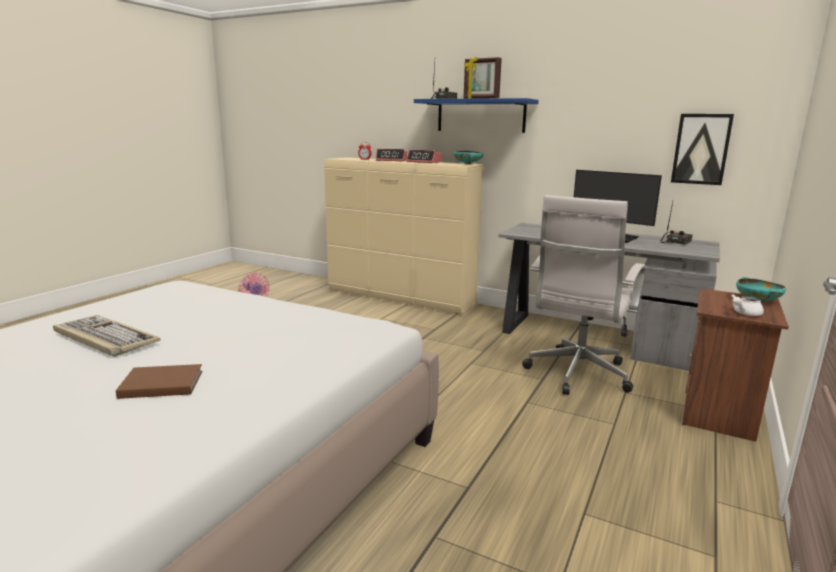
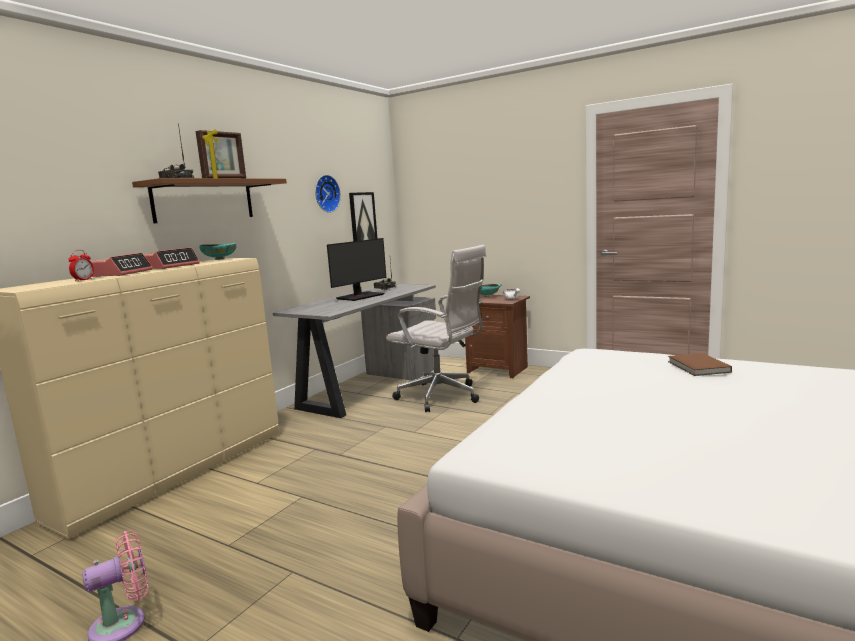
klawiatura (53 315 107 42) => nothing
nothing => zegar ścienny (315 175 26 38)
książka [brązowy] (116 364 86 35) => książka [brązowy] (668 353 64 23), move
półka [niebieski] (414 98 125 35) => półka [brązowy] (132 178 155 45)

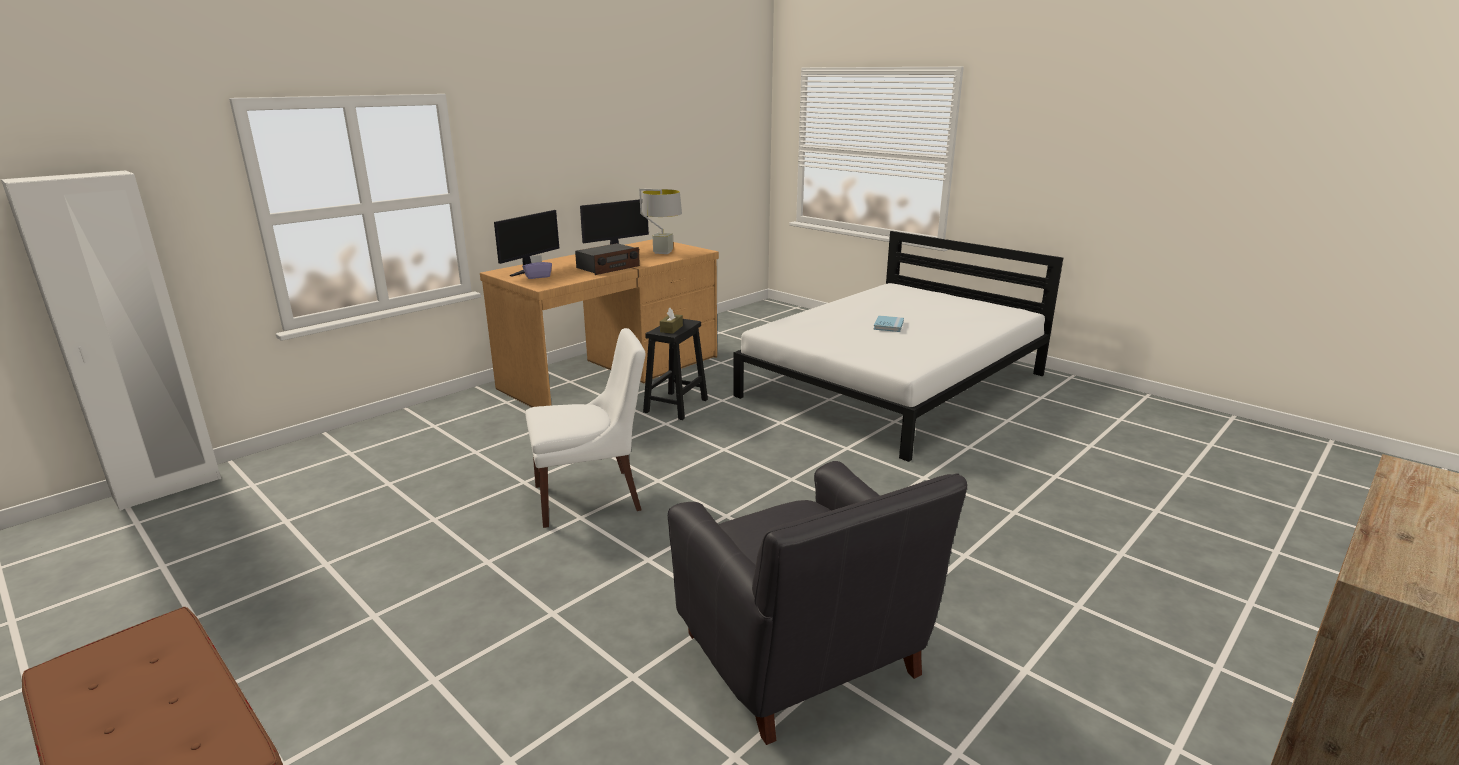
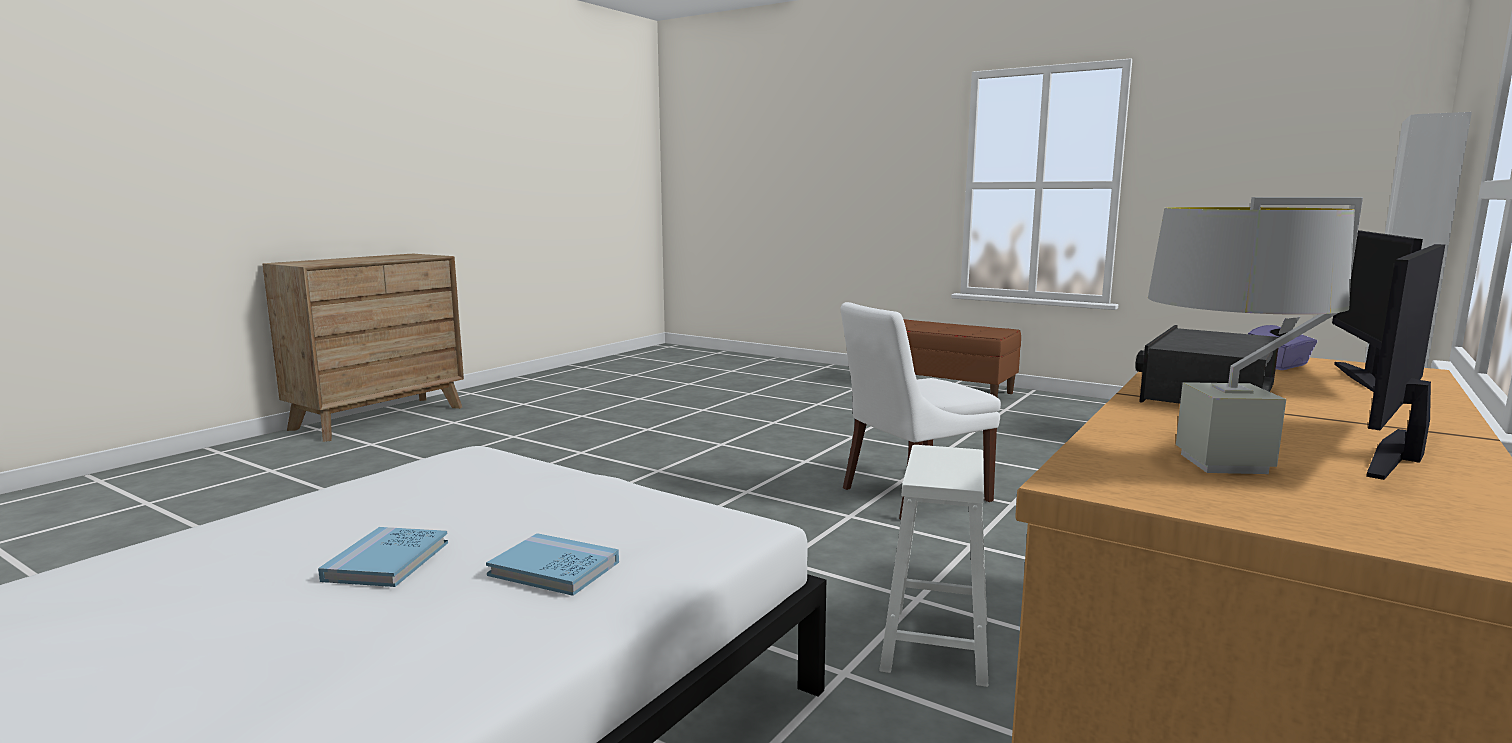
pudełko chusteczek [brązowy] (660 308 23 26) => nothing
fotel [czarny] (668 461 299 284) => nothing
nothing => książka [niebieski] (486 533 133 63)
stołek [czarny] (643 319 65 101) => stołek [biały] (879 445 109 242)

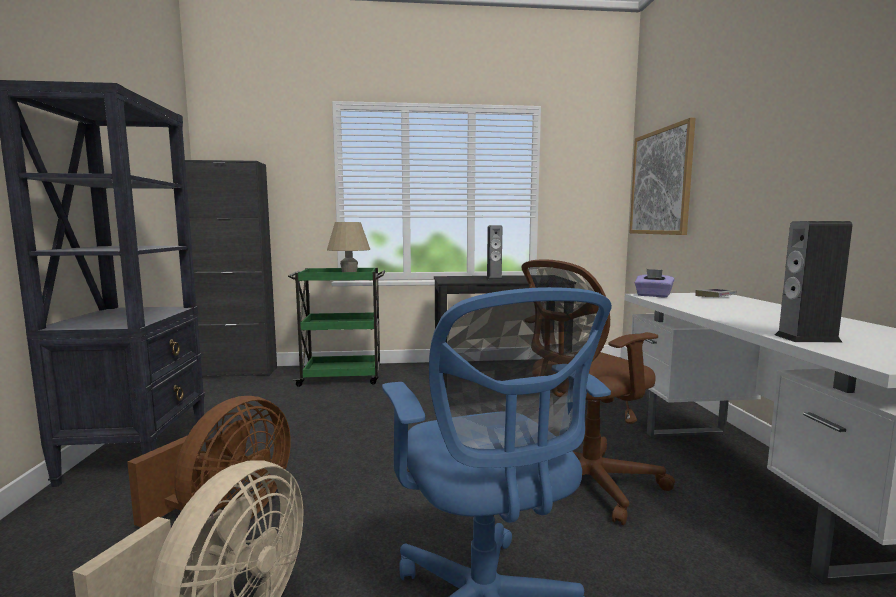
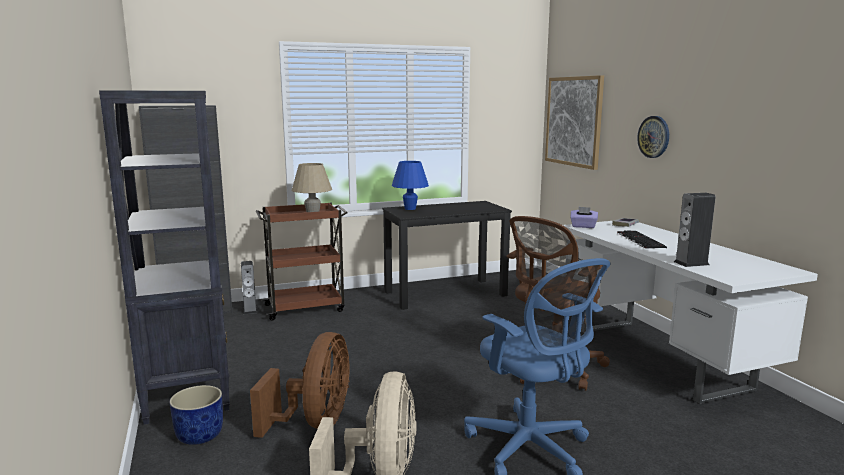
nothing => donica [niebieski] (169 385 54 60)
nothing => lampa stołowa [niebieski] (392 161 37 49)
nothing => klawiatura (617 231 50 18)
nothing => zegar ścienny (637 116 32 42)
głośnik (486 225 17 55) => głośnik (241 261 16 53), move
wózek [zielony] (288 268 97 119) => wózek [brązowy] (256 203 91 117)

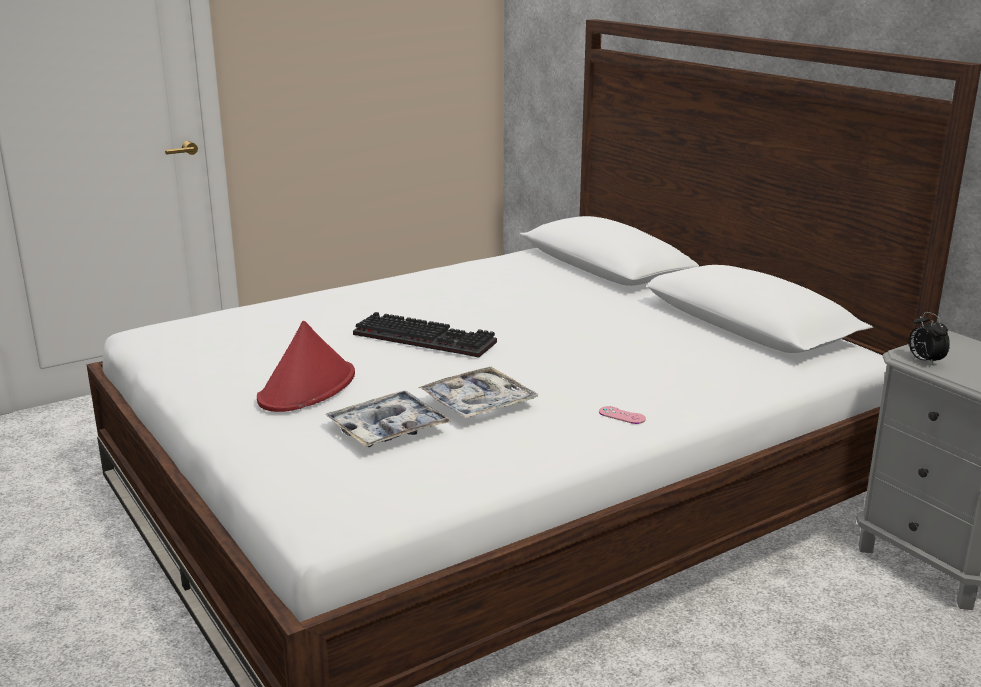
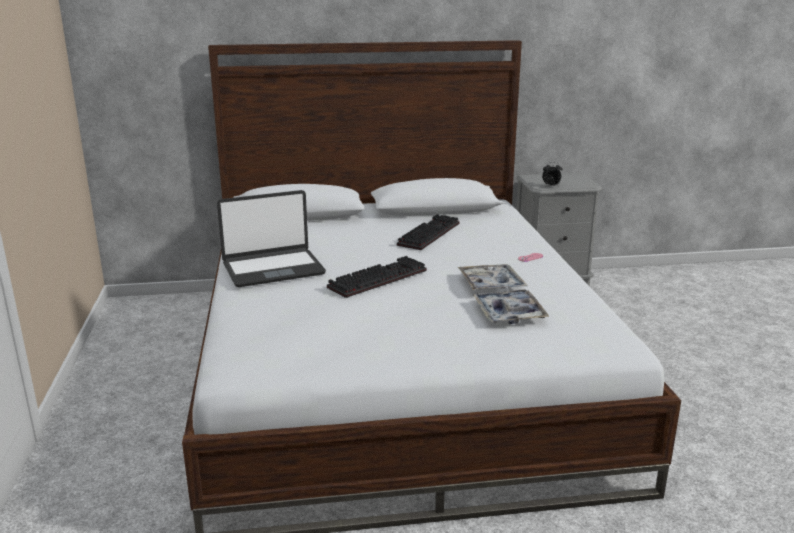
kapelusz [czerwony] (257 321 98 91) => nothing
nothing => laptop (217 190 109 97)
nothing => klawiatura (397 214 63 36)

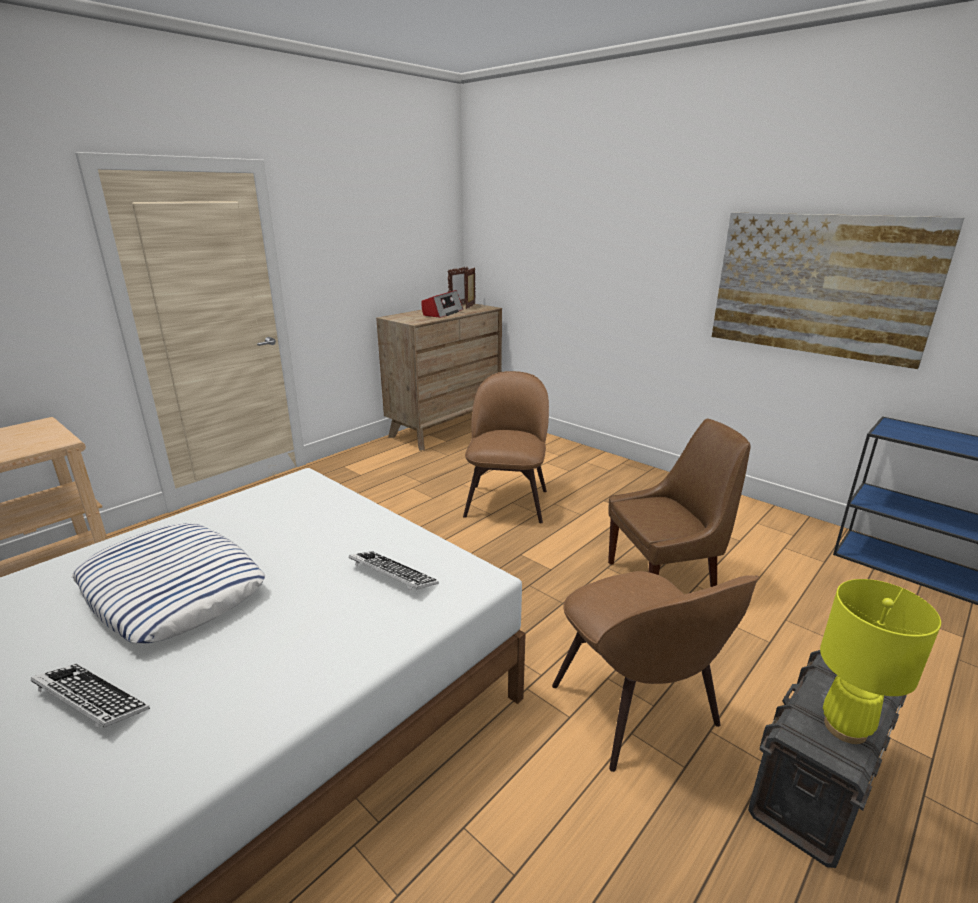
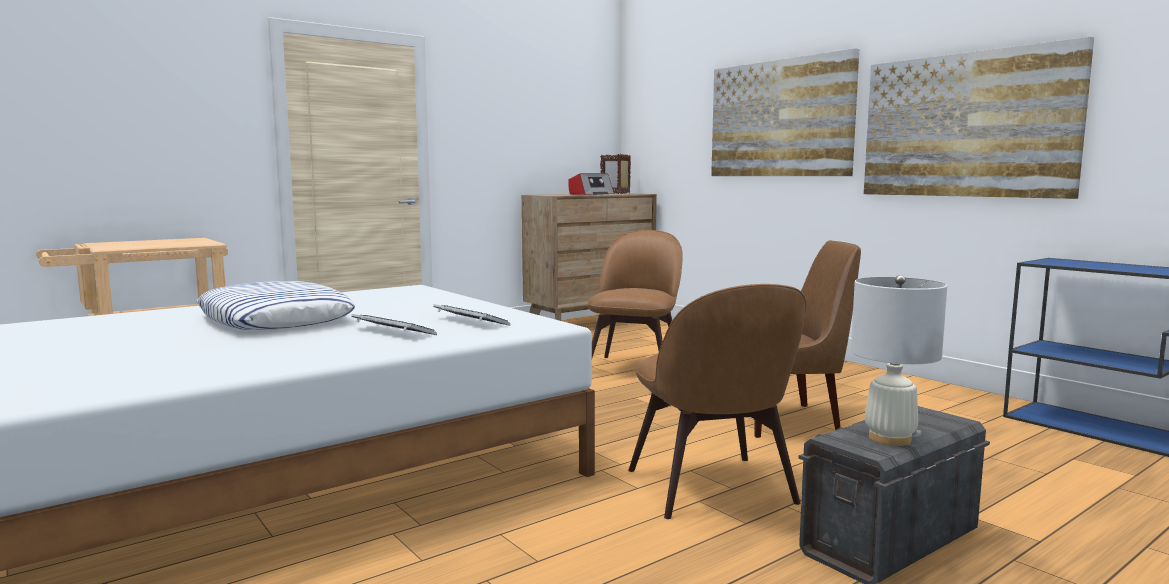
nothing => obraz (711 48 148 128)
klawiatura (31 664 119 64) => klawiatura (351 314 86 21), move
lampa stołowa [żółty] (820 579 121 165) => lampa stołowa [biały] (851 275 96 171)

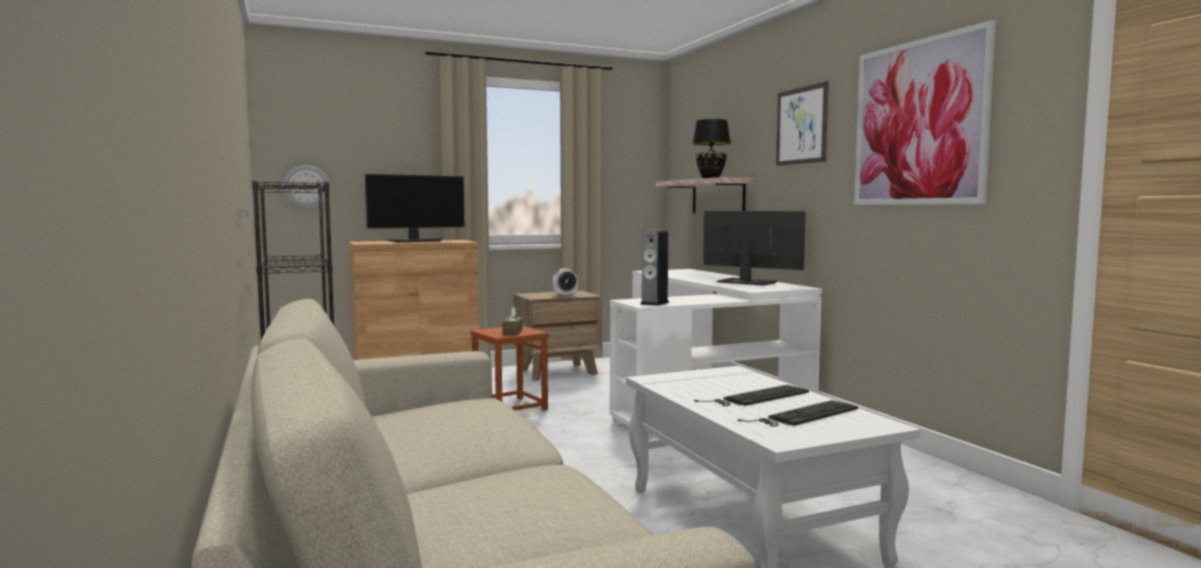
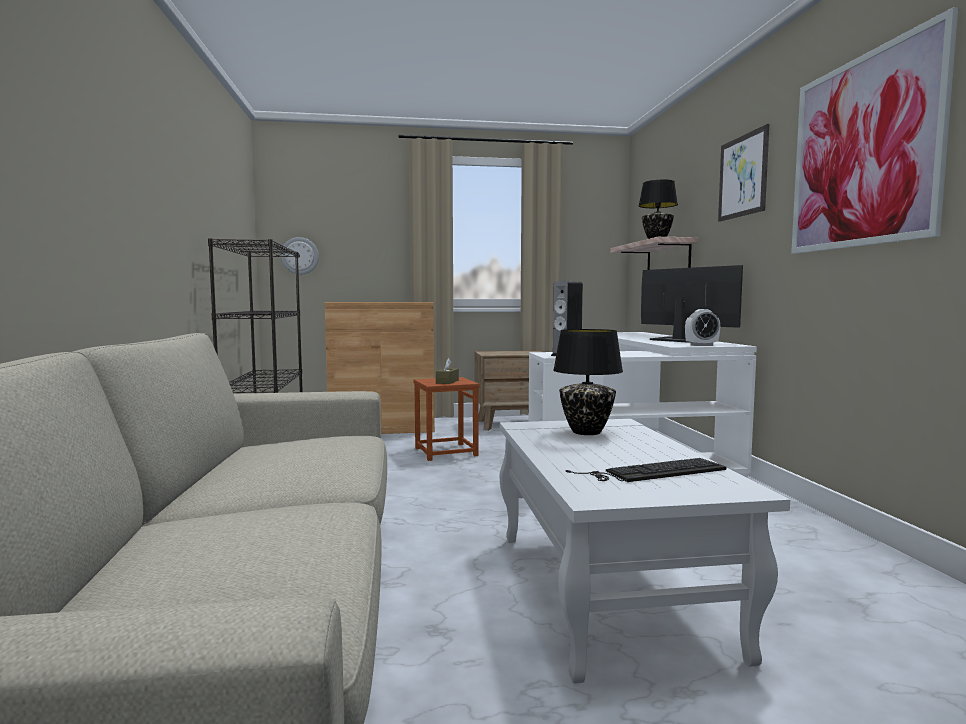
monitor (365 174 100 68) => nothing
klawiatura (694 385 115 21) => nothing
nothing => lampa stołowa [czarny] (553 329 70 106)
budzik (552 268 26 29) => budzik (685 309 35 37), move

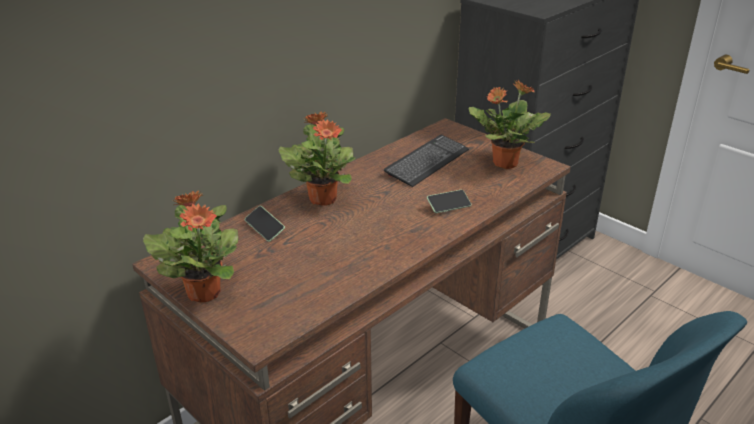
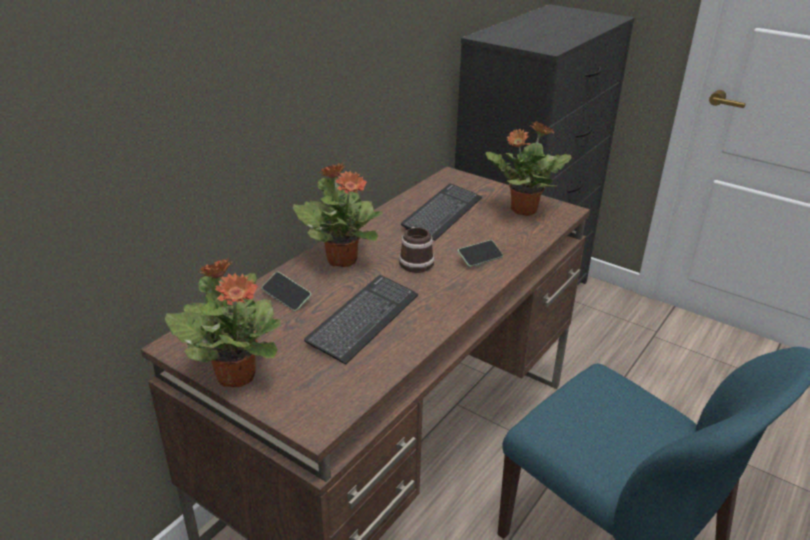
nothing => klawiatura (304 275 114 90)
nothing => kubek (399 227 36 46)

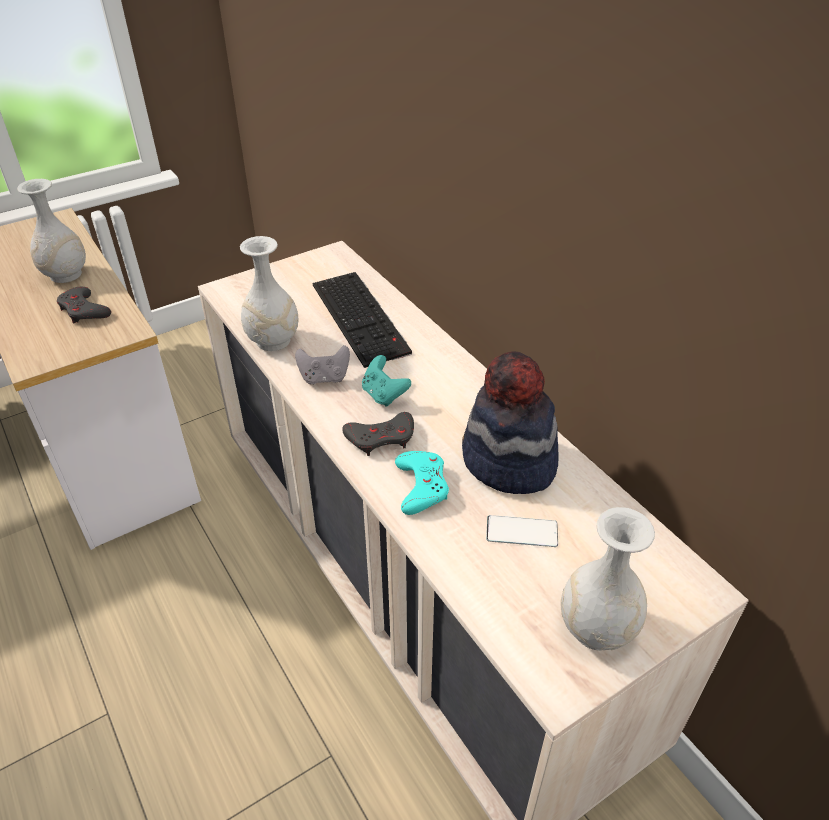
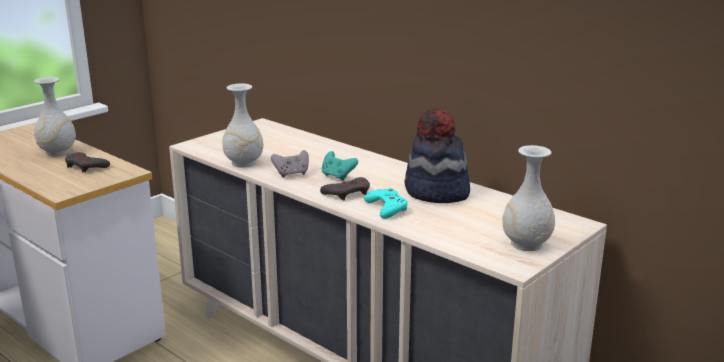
klawiatura (312 272 100 96) => nothing
telefon (486 515 72 32) => nothing

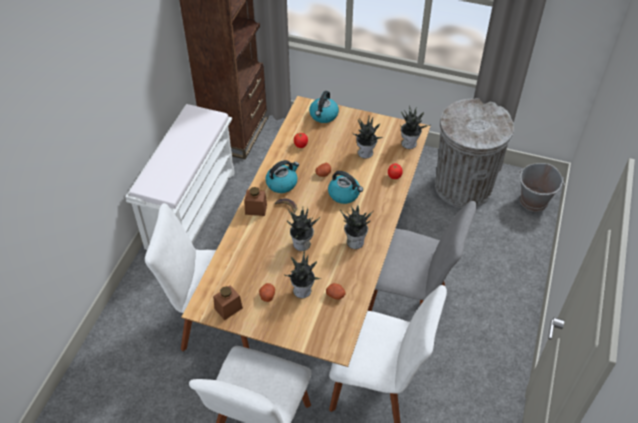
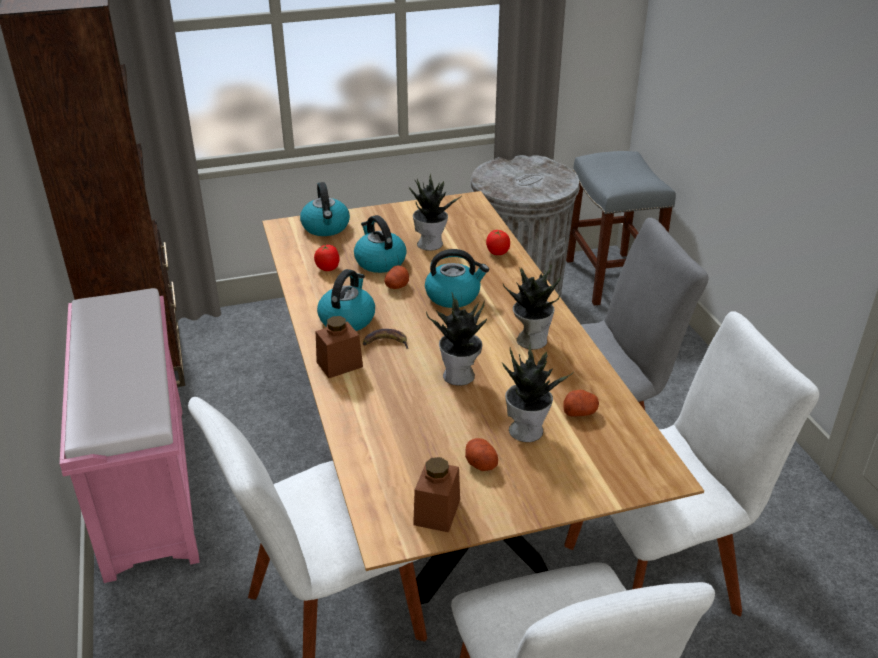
roślina doniczkowa (400 105 30 44) => nothing
nothing => czajnik (354 215 53 58)
wiadro [szary] (519 163 46 49) => stołek [szary] (566 151 110 155)
ławka [biały] (125 104 110 146) => ławka [różowy] (60 288 140 295)

